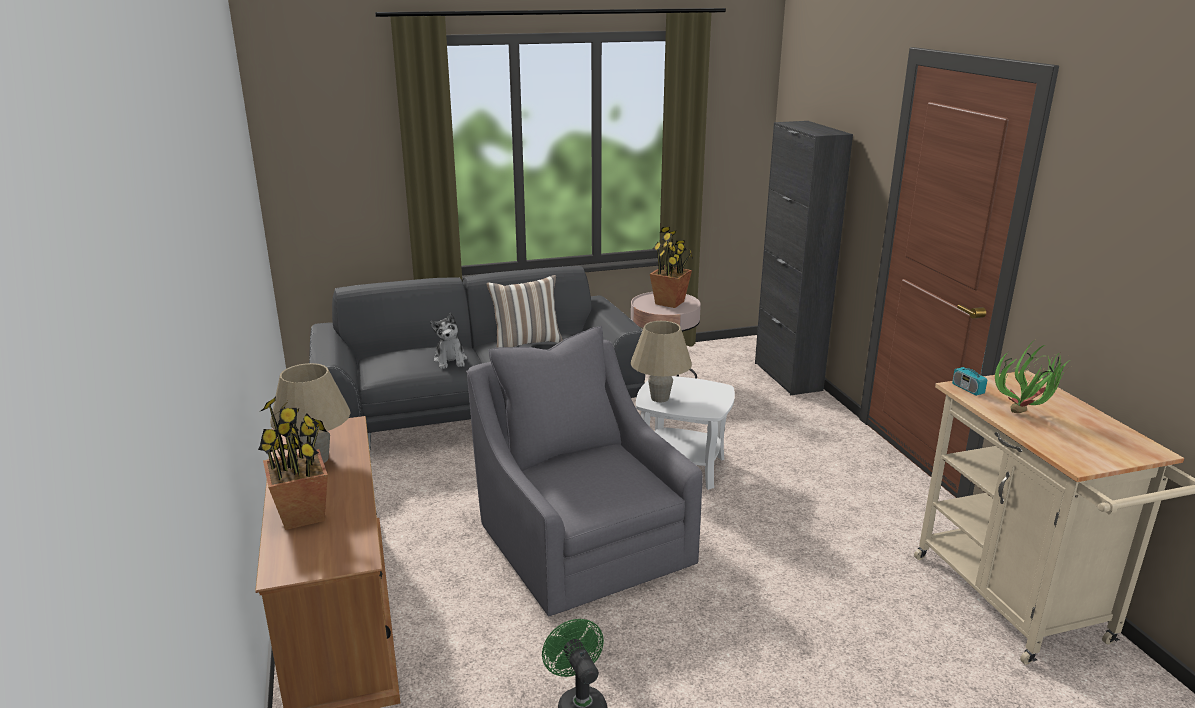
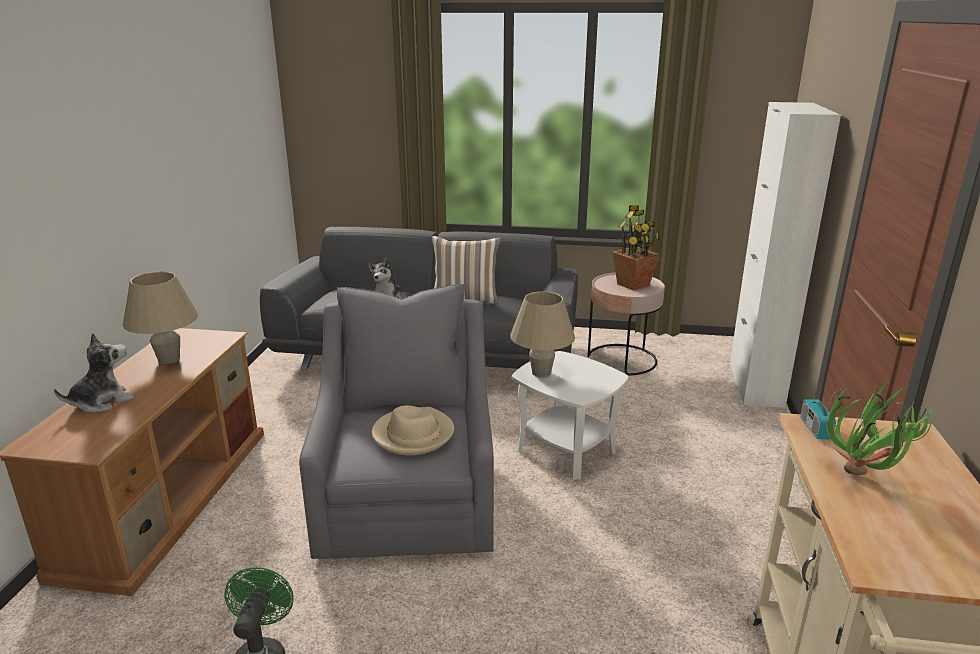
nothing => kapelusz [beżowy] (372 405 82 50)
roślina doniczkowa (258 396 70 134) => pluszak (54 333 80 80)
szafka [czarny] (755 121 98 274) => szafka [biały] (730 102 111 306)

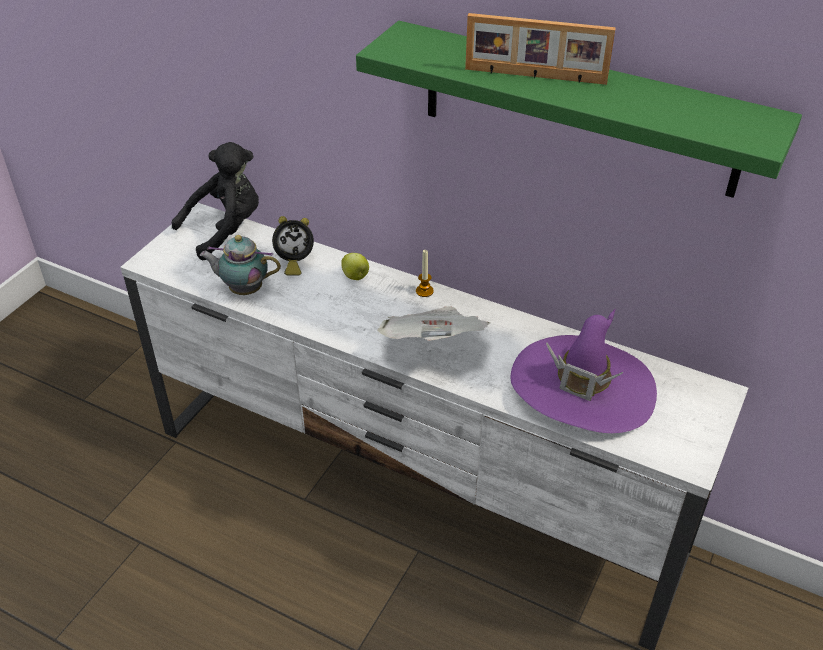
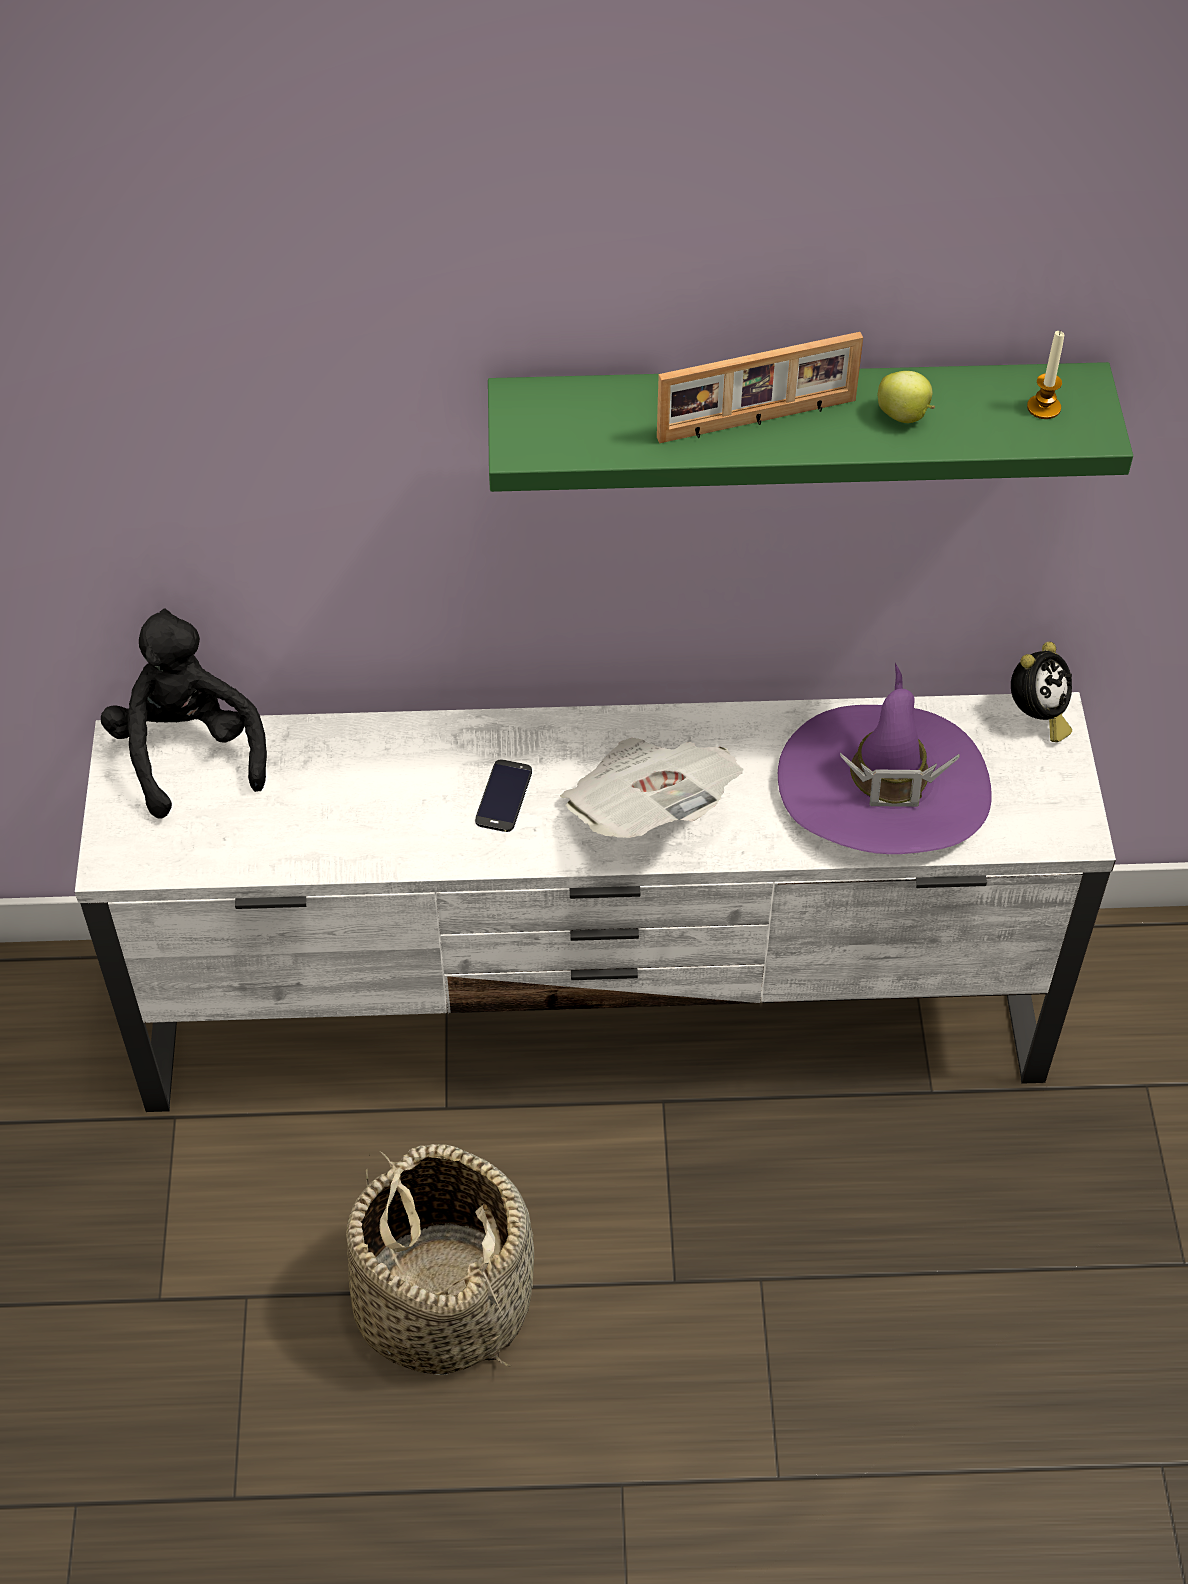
imbryk (200 235 81 60) => nothing
nothing => koszyk (346 1144 188 231)
nothing => telefon (475 759 57 73)
budzik (272 216 42 60) => budzik (1011 642 61 100), move
jabłko (341 253 28 27) => jabłko (878 371 57 52), move
świeca (416 250 18 47) => świeca (1027 331 37 88), move
pluszak [czarny] (172 142 87 118) => pluszak [czarny] (101 609 166 210), 45 degrees counterclockwise

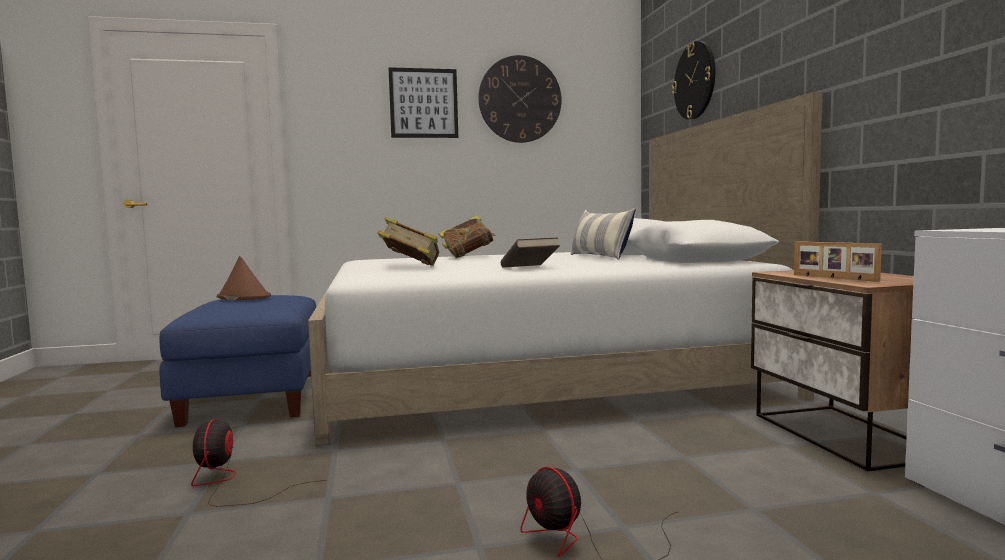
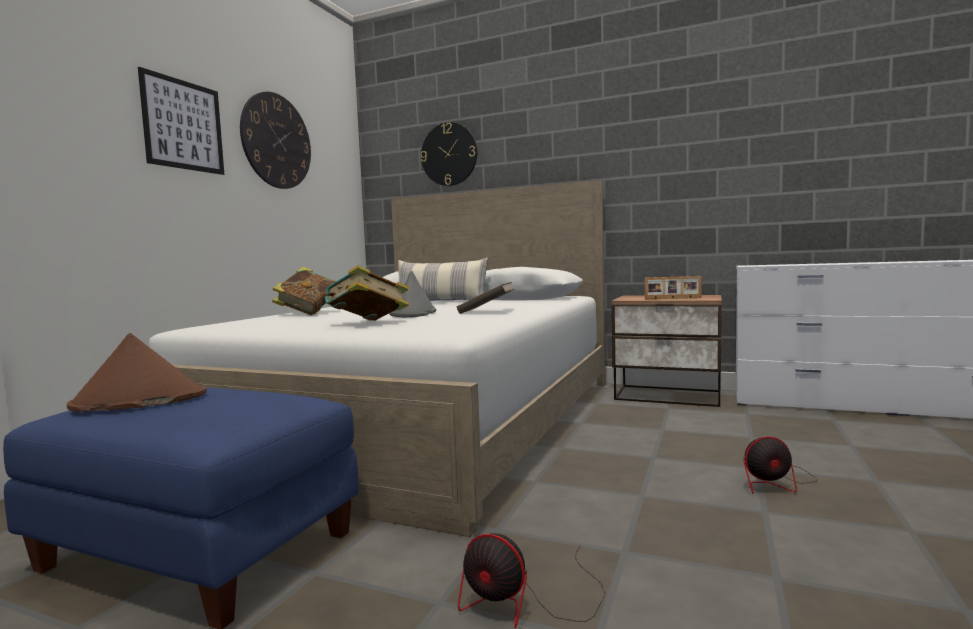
nothing => kapelusz [szary] (389 271 47 46)

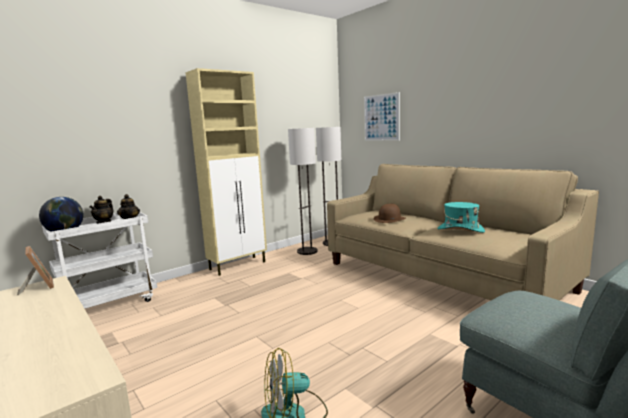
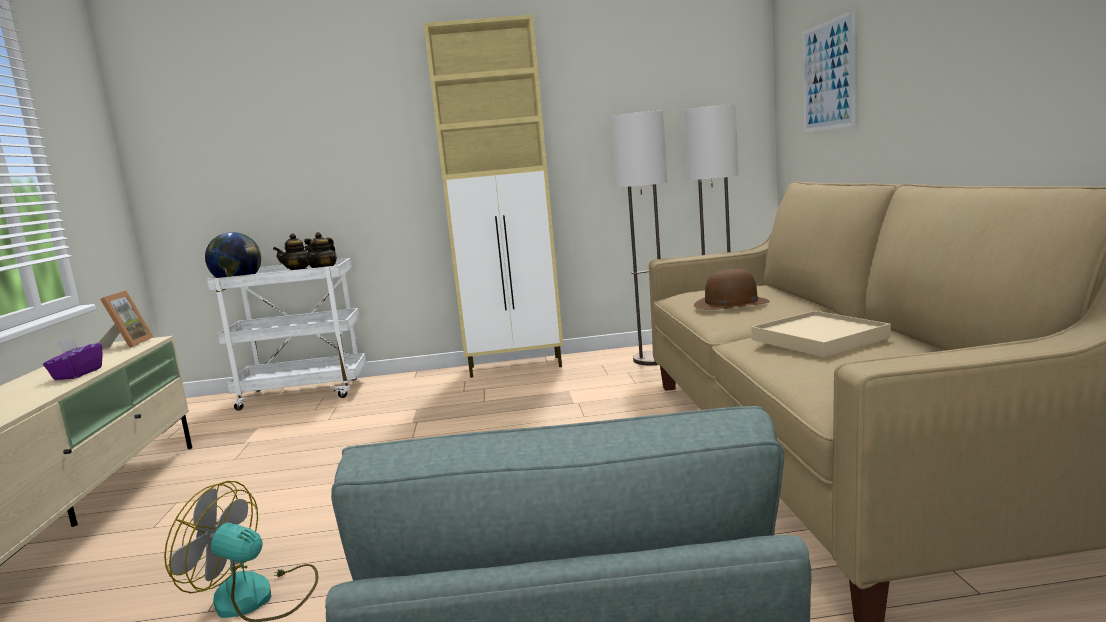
nothing => pudełko chusteczek [fioletowy] (43 337 59 43)
kapelusz [turkusowy] (437 202 48 31) => taca [beżowy] (751 311 140 46)

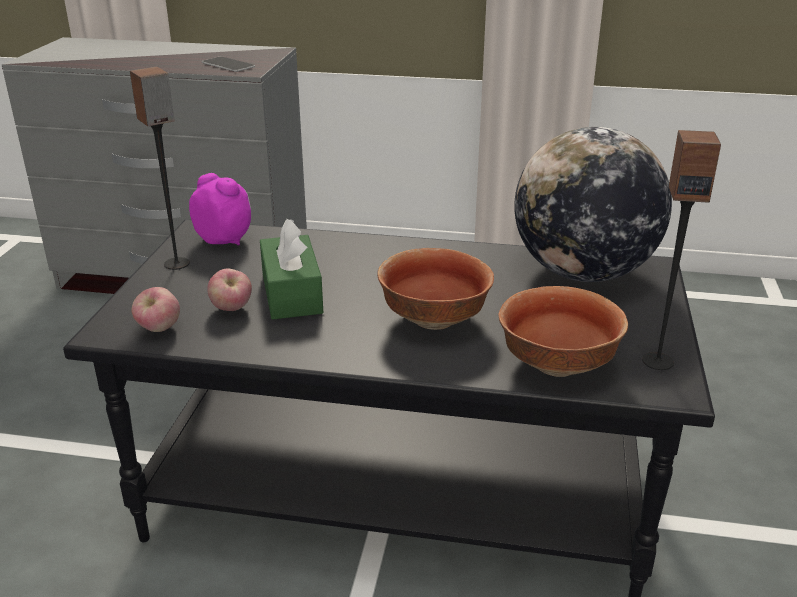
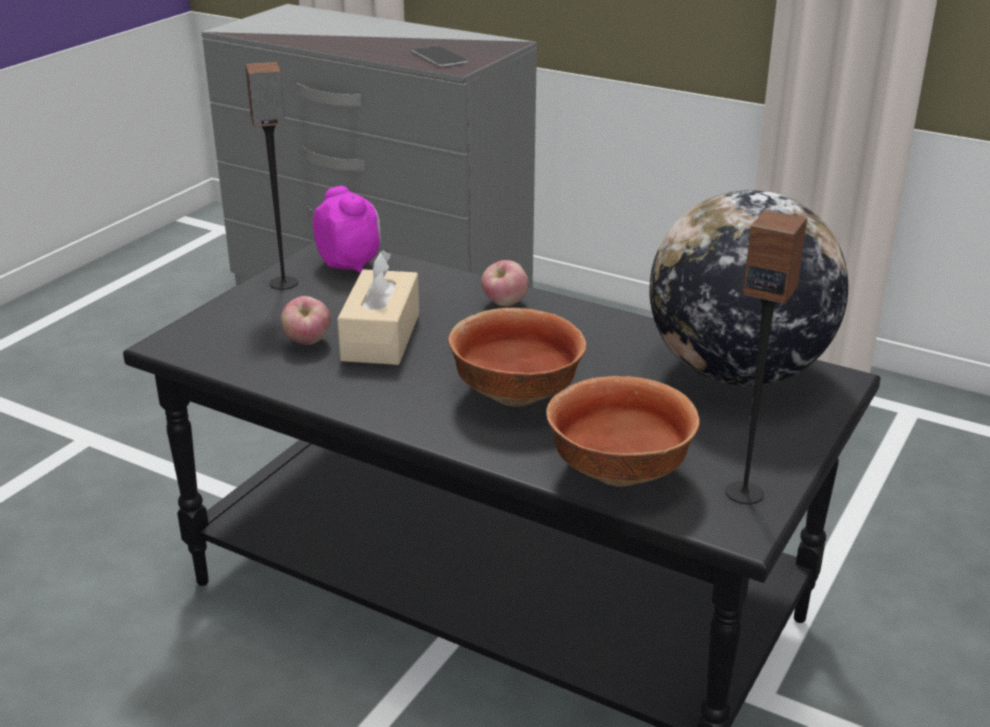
jabłko (131 287 49 45) => jabłko (481 260 48 46), move
pudełko chusteczek [zielony] (260 219 63 101) => pudełko chusteczek [beżowy] (337 250 82 115)

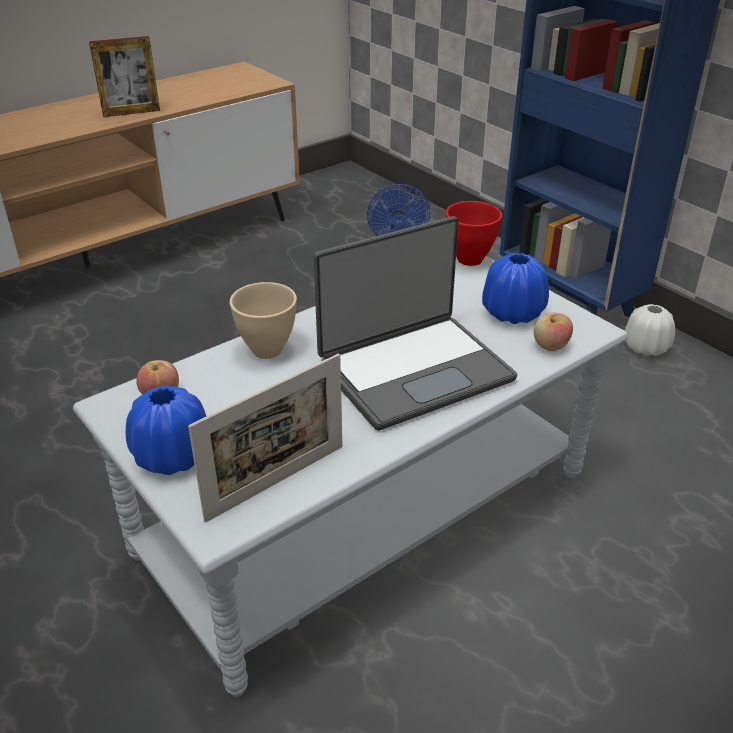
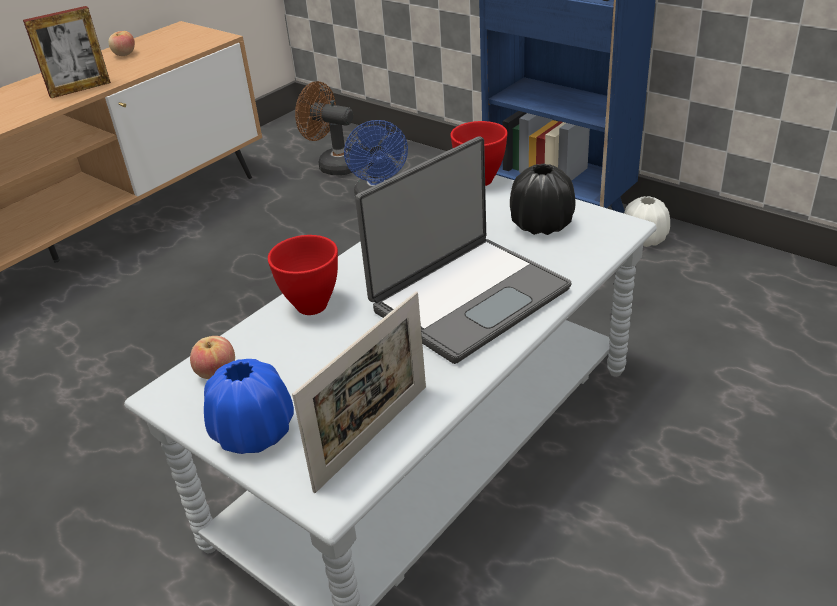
nothing => wentylator [brązowy] (295 81 60 95)
jabłko (534 313 39 38) => jabłko (108 31 27 25), move
miska [beżowy] (229 282 68 77) => miska [czerwony] (268 235 70 80)
wazon [niebieski] (482 253 67 71) => wazon [czarny] (510 164 66 71)

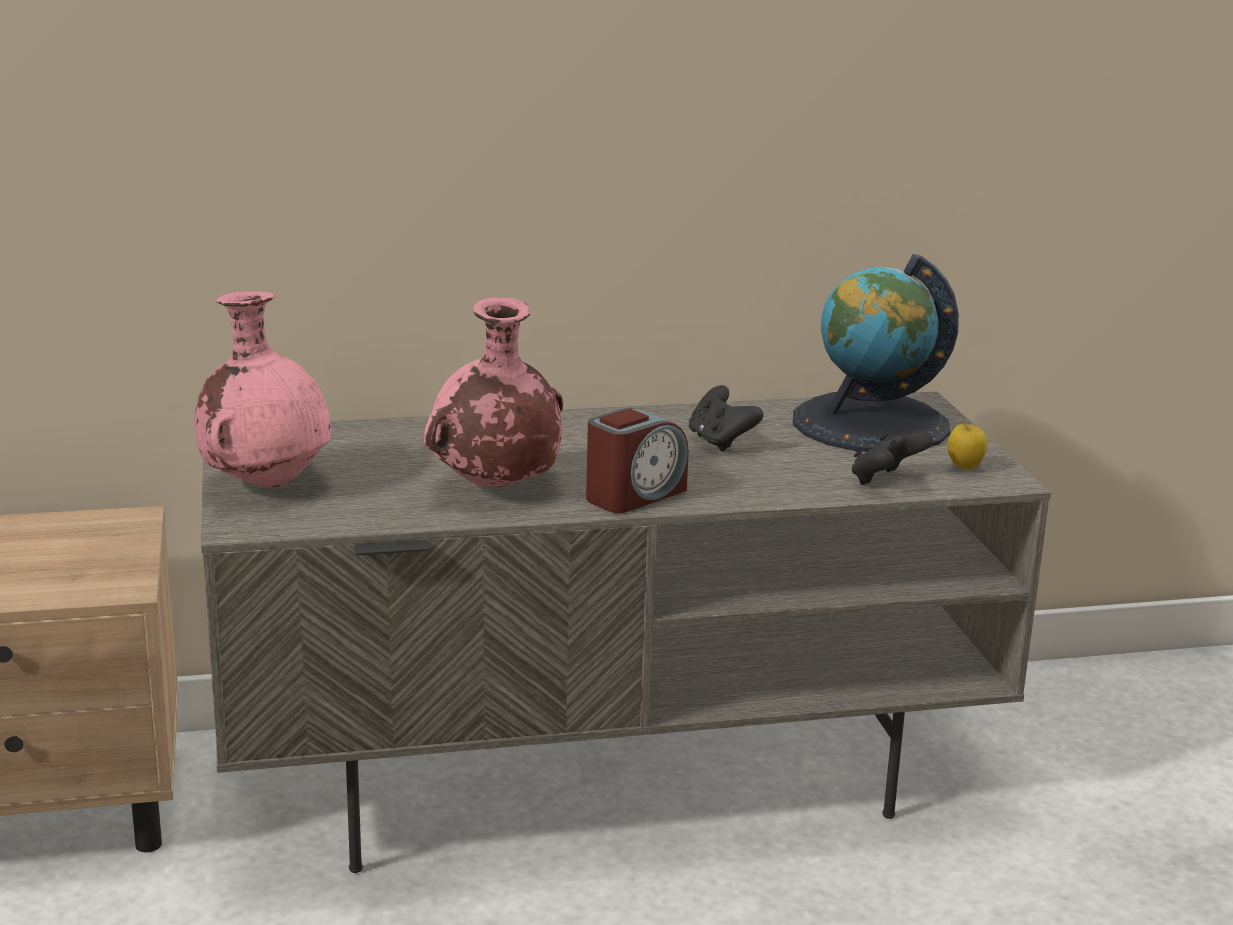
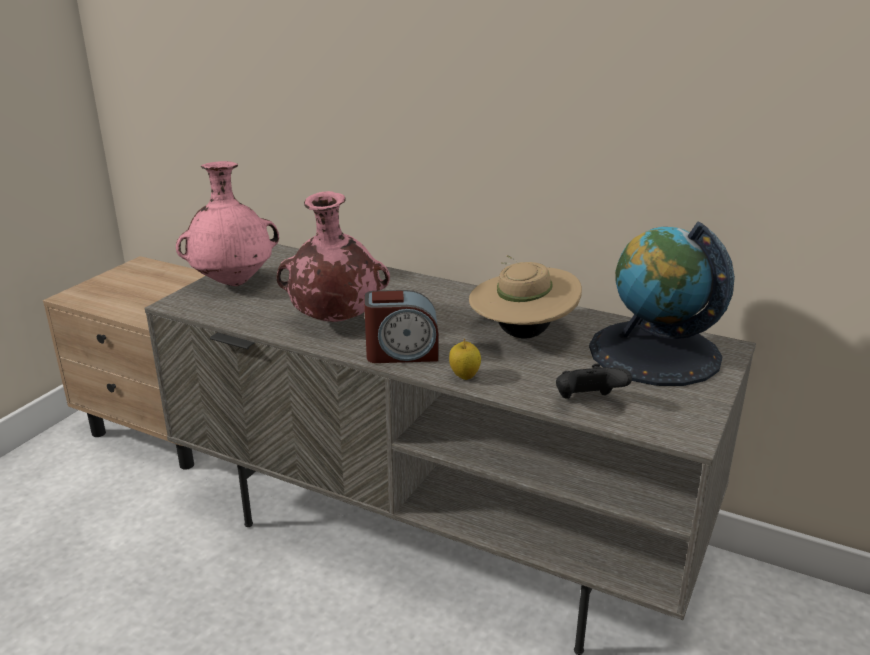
jabłko (947 420 41 50) => jabłko (449 338 32 42), move
pad do gier [czarny] (689 385 74 67) => kapelusz [beżowy] (469 255 113 84)

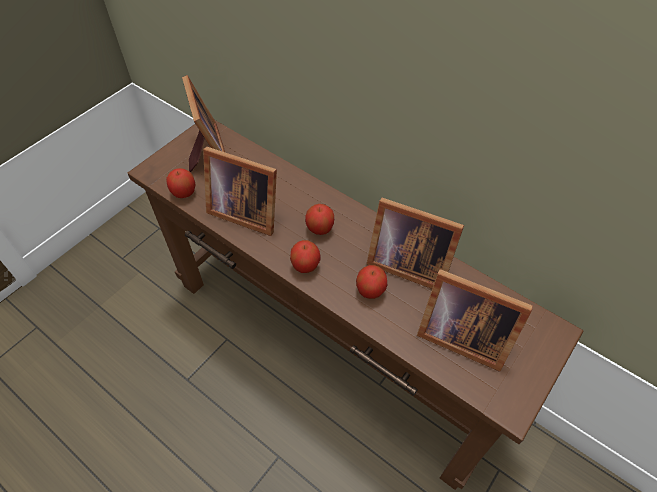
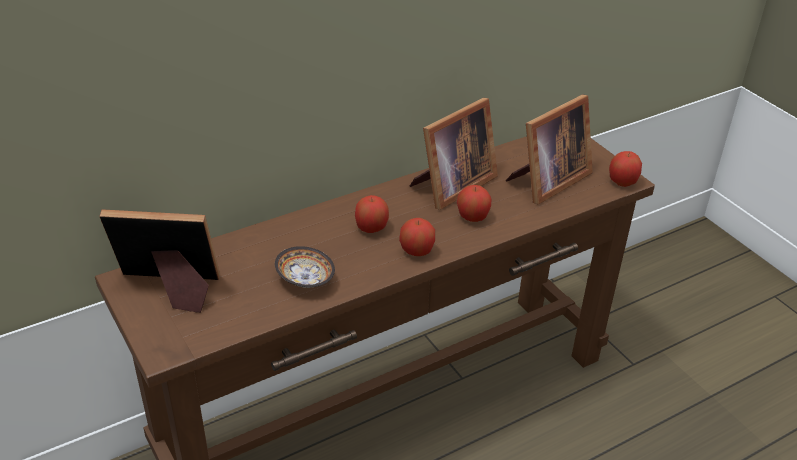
jabłko (166 168 30 30) => jabłko (609 151 33 36), move
ramka na zdjęcie (203 147 74 89) => miska (275 246 60 42)

